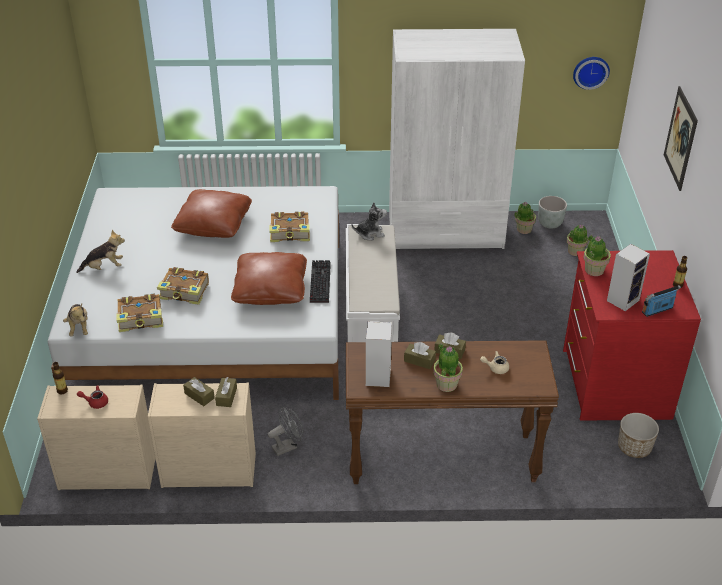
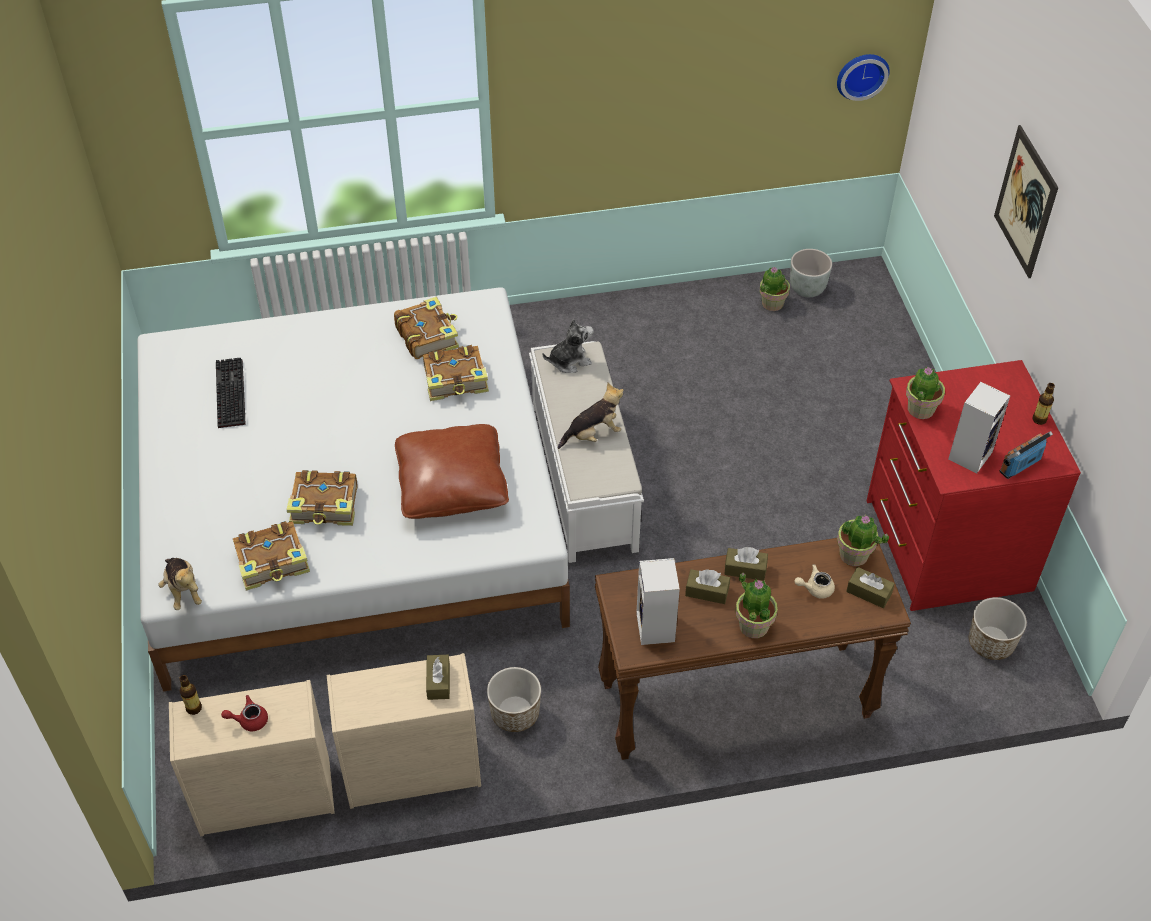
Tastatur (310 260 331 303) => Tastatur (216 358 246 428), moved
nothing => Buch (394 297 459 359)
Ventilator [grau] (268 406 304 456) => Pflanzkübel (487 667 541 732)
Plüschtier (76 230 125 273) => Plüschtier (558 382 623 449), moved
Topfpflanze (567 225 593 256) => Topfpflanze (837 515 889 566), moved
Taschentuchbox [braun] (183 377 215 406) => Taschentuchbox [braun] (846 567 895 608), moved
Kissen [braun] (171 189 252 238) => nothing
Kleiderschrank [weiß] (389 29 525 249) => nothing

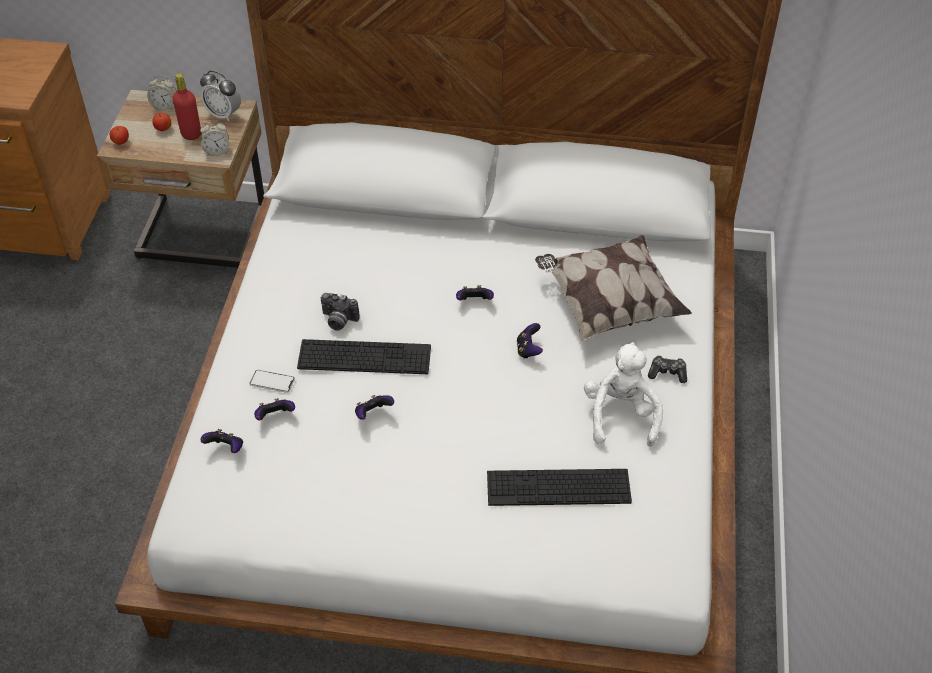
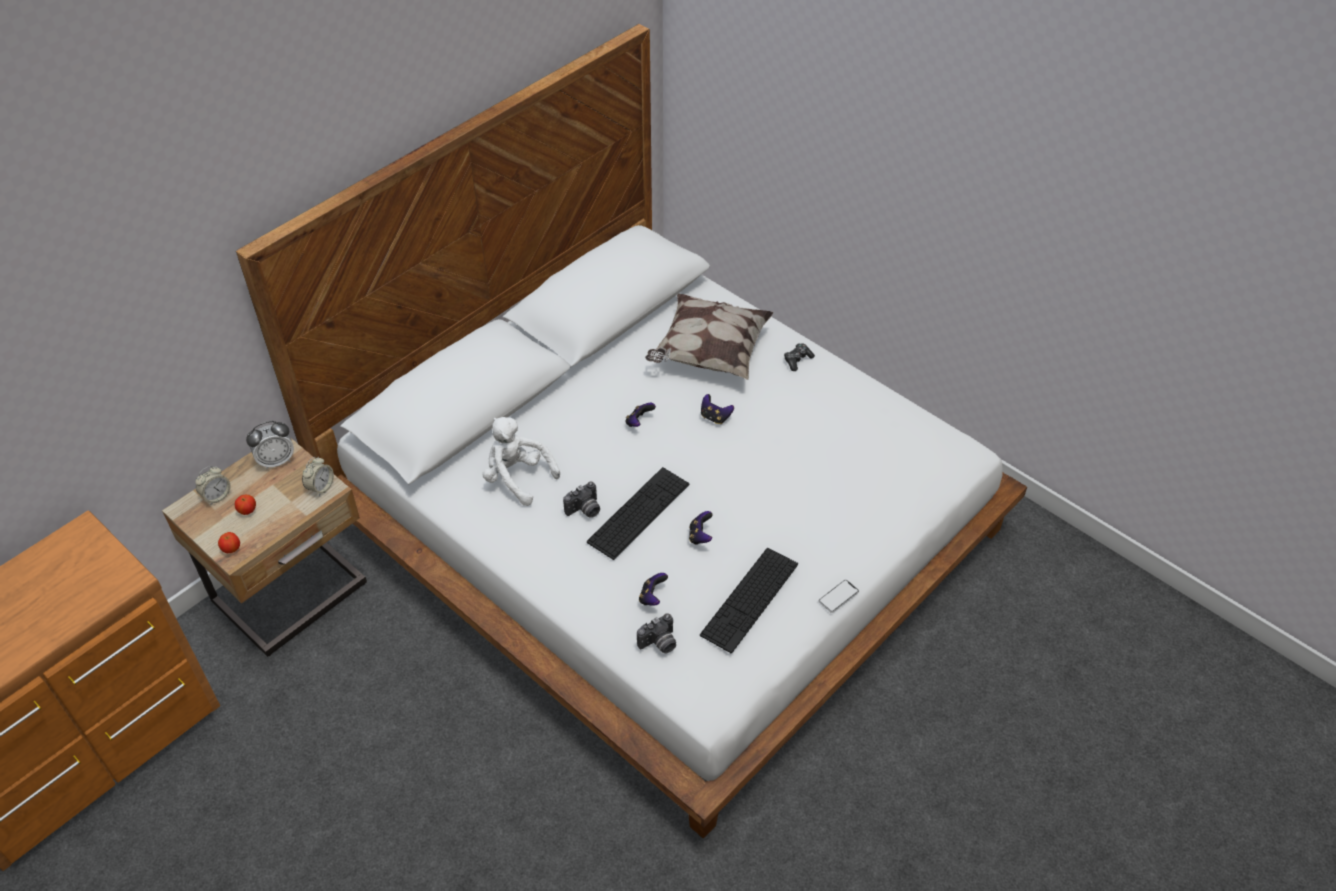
Plüschtier [weiß] (584 342 663 447) => Plüschtier [weiß] (483 417 560 506), moved
Gamepad (201 429 243 453) => Kamera (637 613 676 653)
Tastatur (487 469 632 506) => Tastatur (700 548 798 653), moved
Handy (250 370 295 393) => Handy (819 580 859 613), moved
Flasche [rot] (173 73 201 140) => nothing

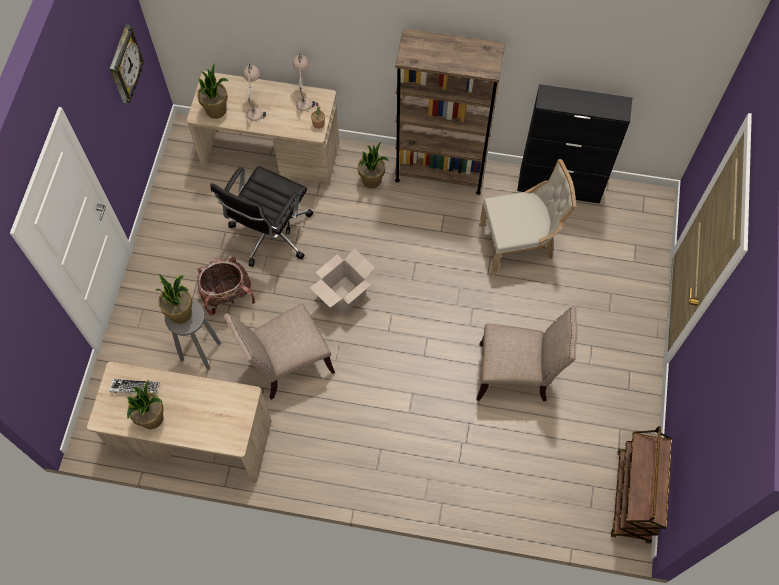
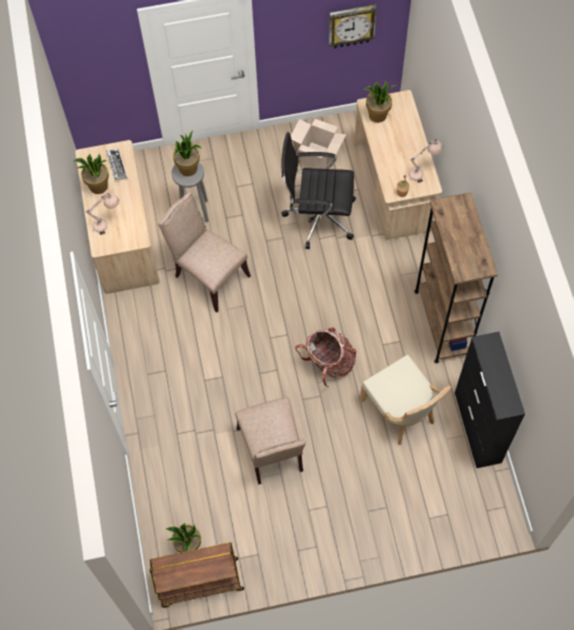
Tischlampe [beige] (243 63 266 122) => Tischlampe [beige] (86 193 119 235), moved
Topfpflanze (358 141 389 188) => Topfpflanze (166 523 201 553), moved
Karton (310 248 375 315) => Karton (291 119 346 169), moved
Rucksack (197 257 255 315) => Rucksack (295 327 357 387), moved

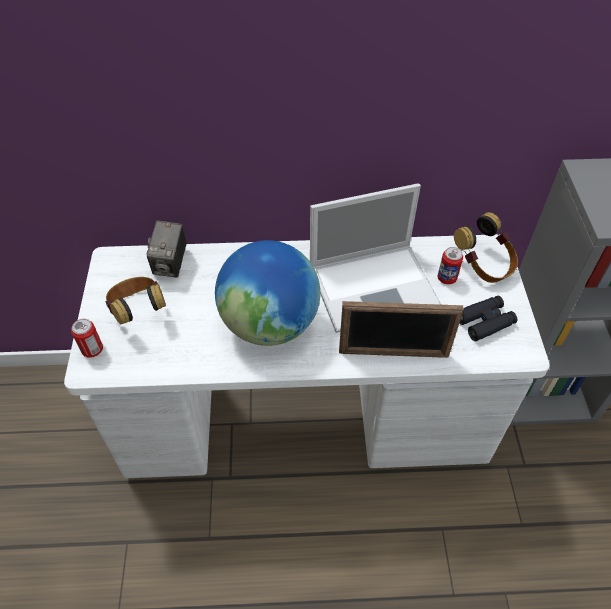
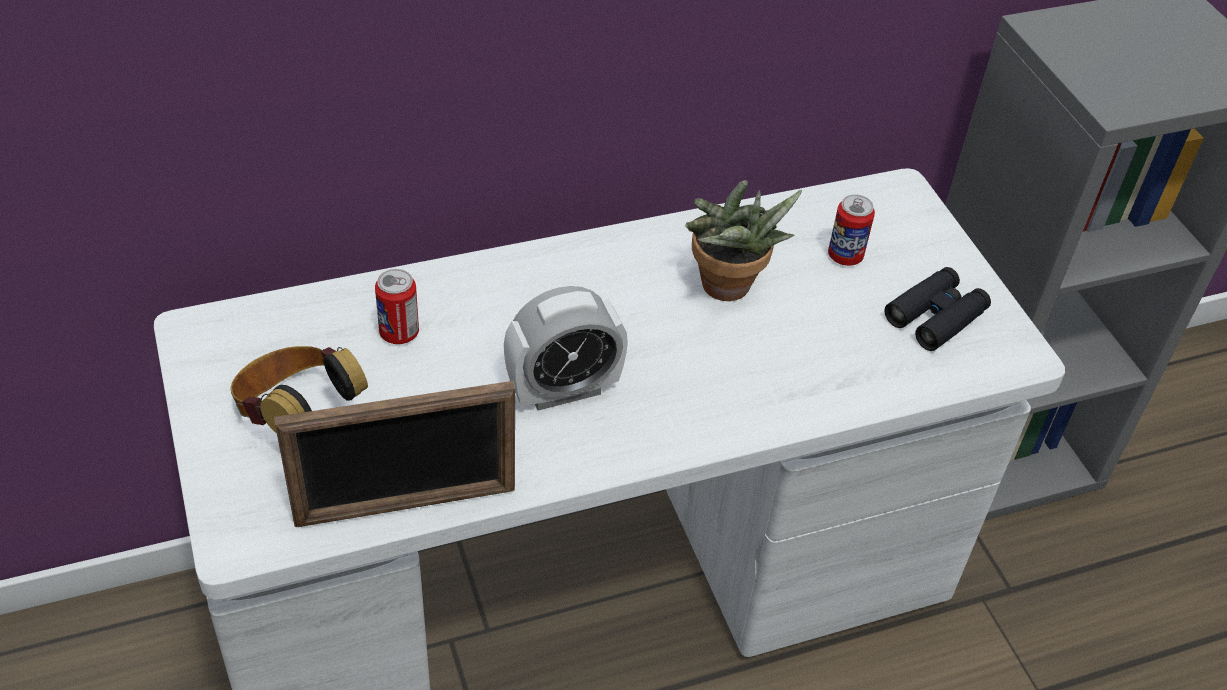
Bilderrahmen (339 301 464 358) => Bilderrahmen (274 381 515 527), moved
Dose (71 319 103 358) => Dose (375 269 419 344), moved
Globus (215 240 320 346) => Wecker (504 286 628 411)
Laptop (310 183 442 333) => Topfpflanze (685 180 802 301)
Kamera (147 221 187 278) => nothing
Kopfhörer (454 212 518 283) => nothing

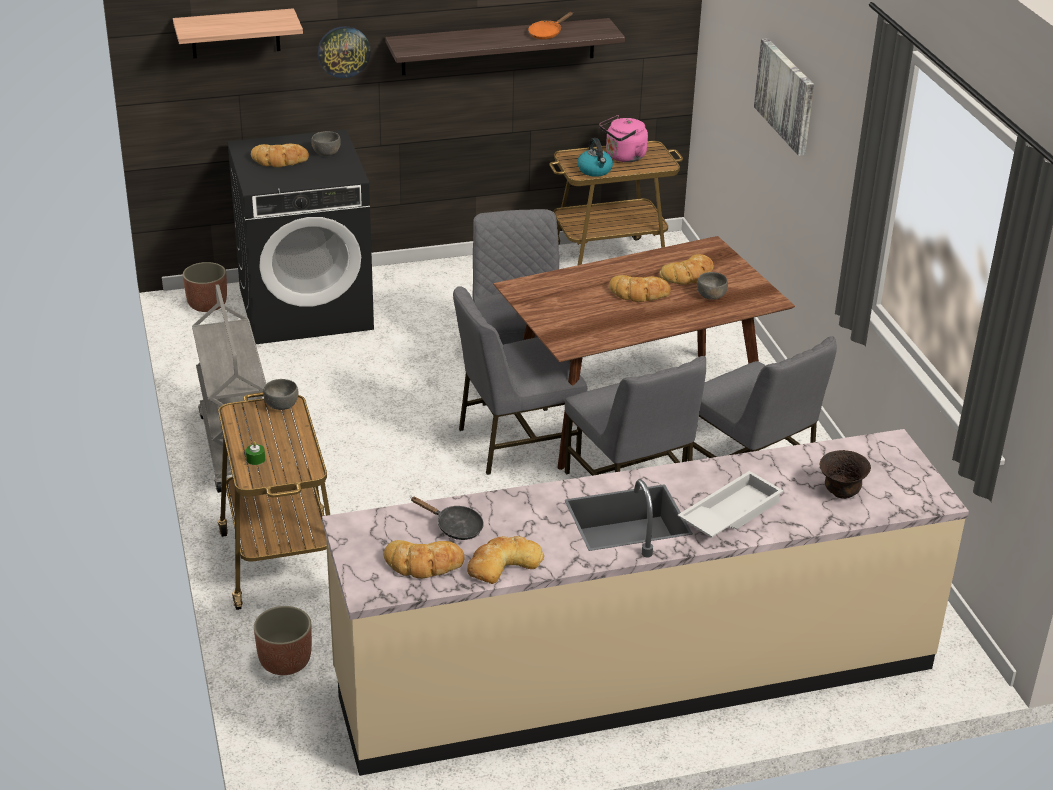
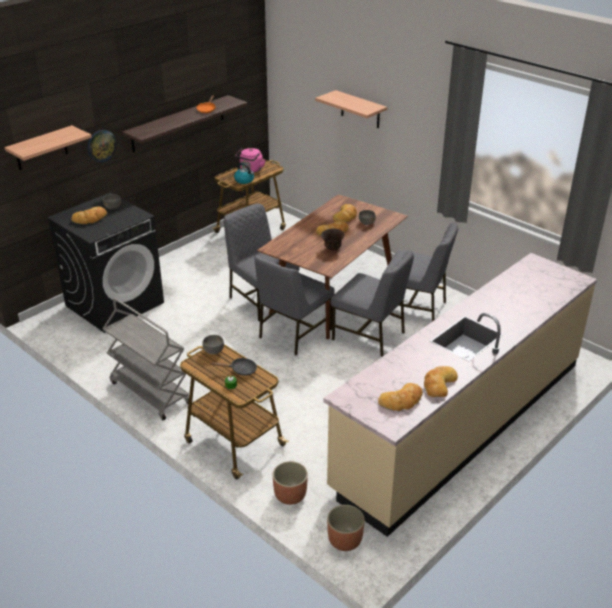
Pfanne [schwarz] (411 497 484 540) => Pfanne [schwarz] (212 358 257 376), moved
Bild (754 38 814 156) => Wandregal (315 90 387 128)
Schüssel [braun] (820 450 871 499) => Schüssel [braun] (321 228 345 251), moved
Pflanzkübel (183 262 227 312) => Pflanzkübel (327 505 365 551), moved
Tablett [weiß] (678 471 783 538) => nothing

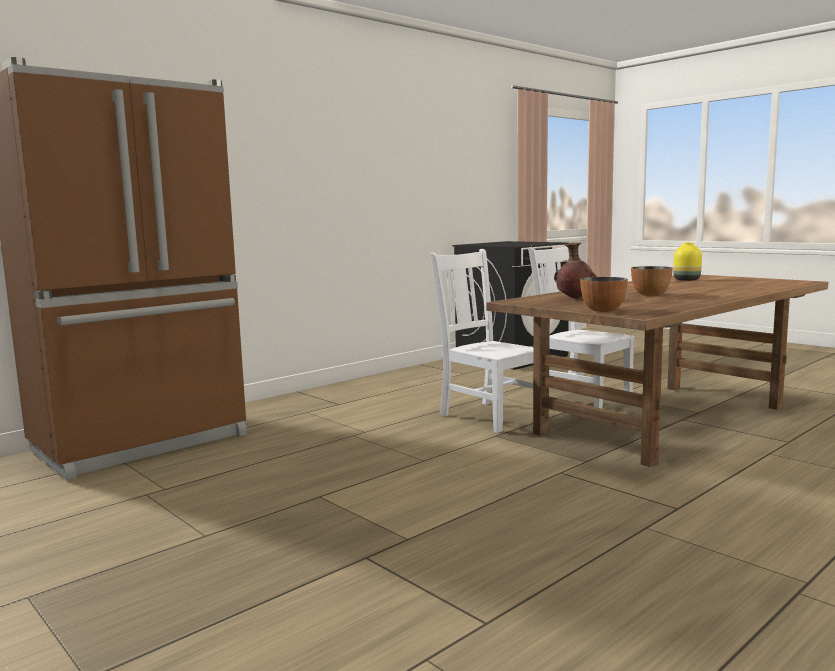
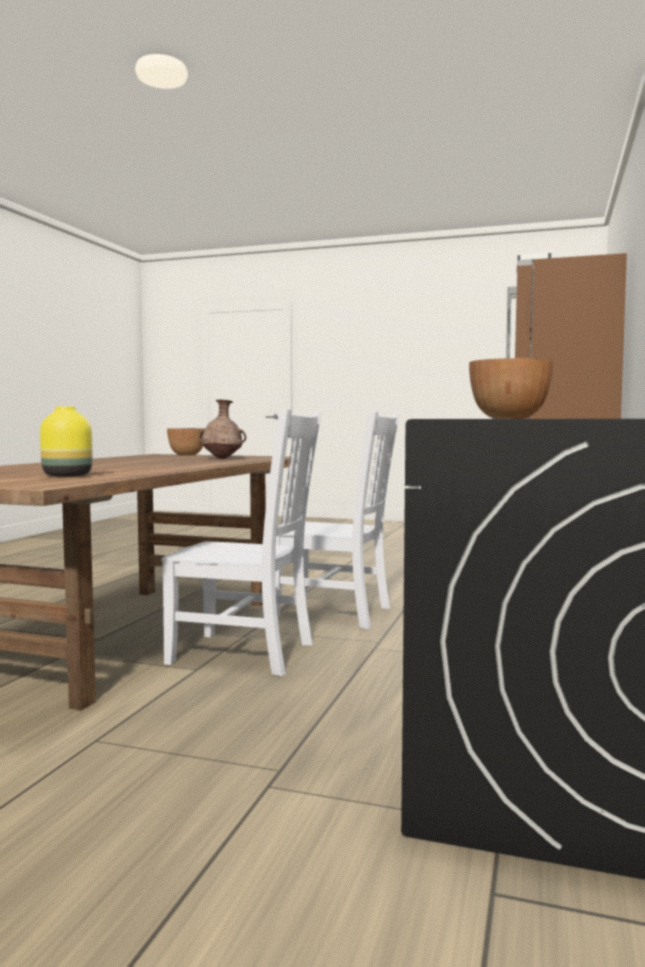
Schüssel (631 266 673 296) => Schüssel (469 358 553 419), moved

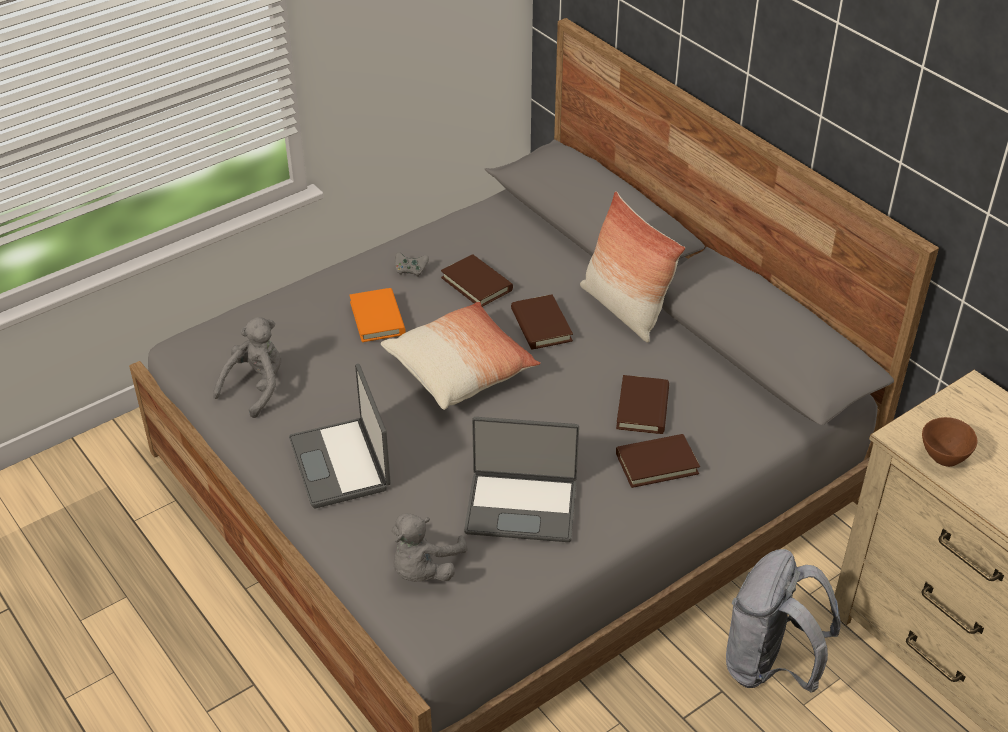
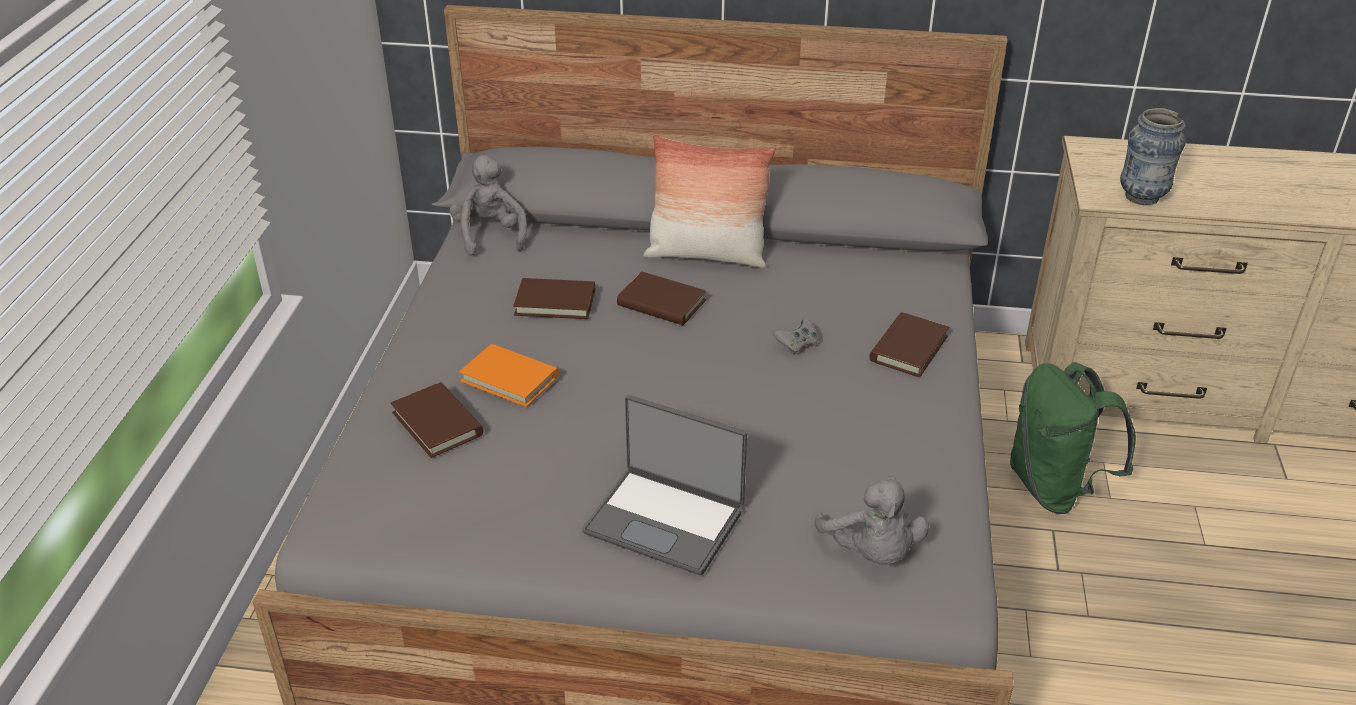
Buch [braun] (616 375 669 434) => Buch [braun] (391 382 483 458), moved
Plüschtier [grau] (213 317 282 418) => Plüschtier [grau] (450 155 527 256), moved
Gamepad [grau] (395 252 429 277) => Gamepad [grau] (773 318 818 354), moved
Rucksack [grau] (726 549 841 693) => Rucksack [grün] (1010 362 1136 514)
Schüssel [braun] (922 417 978 467) => Vase (1120 108 1186 205)
Kissen (381 302 541 410) => nothing
Laptop (464 417 579 542) => nothing

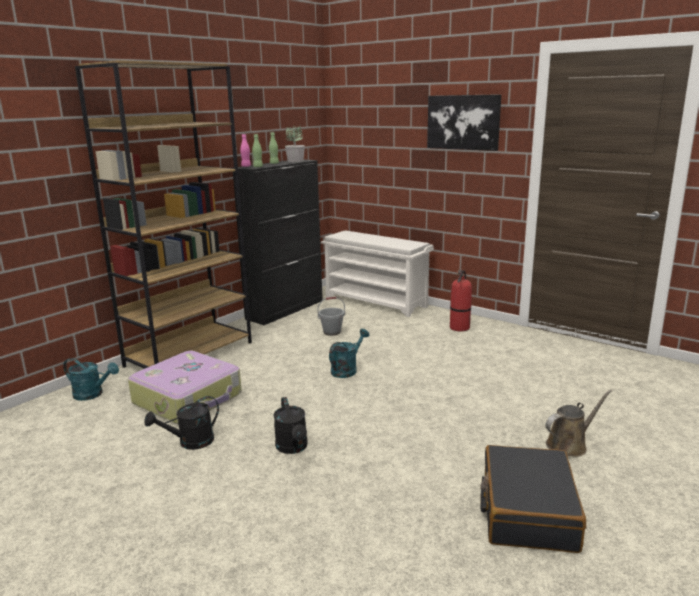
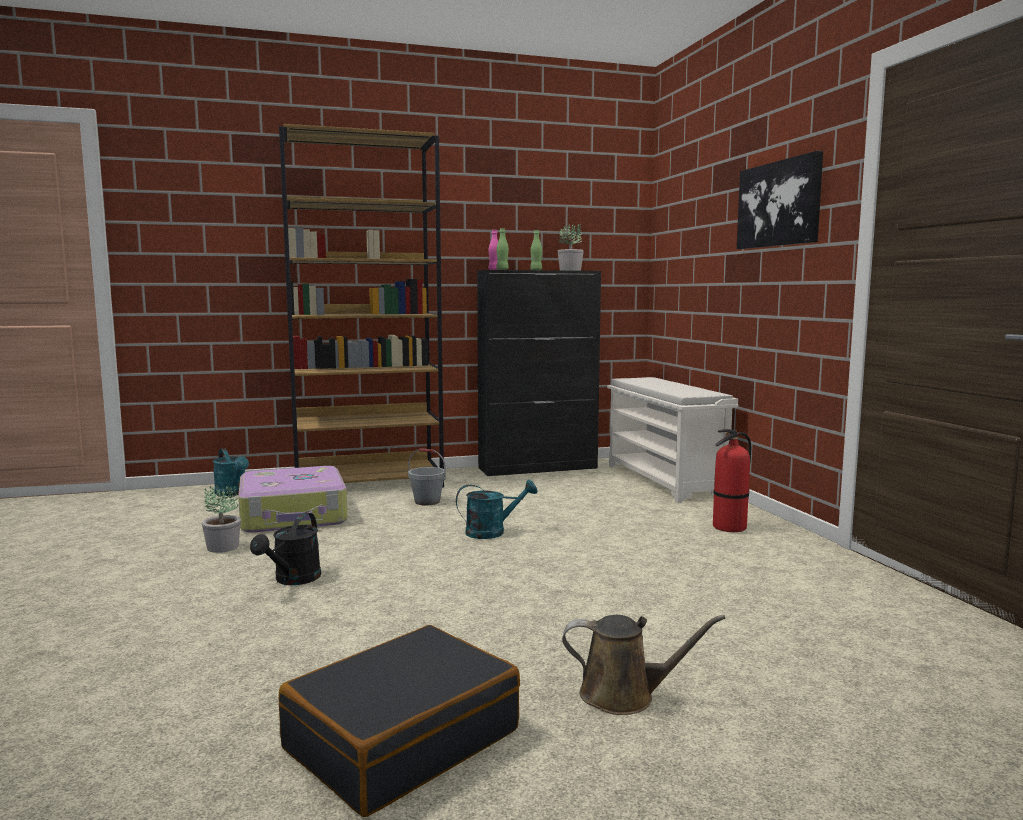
Gießkanne [schwarz] (144 396 219 450) => Topfpflanze (202 485 241 553)
Eimer [grau] (317 297 345 336) => Eimer [grau] (408 448 446 506), moved

